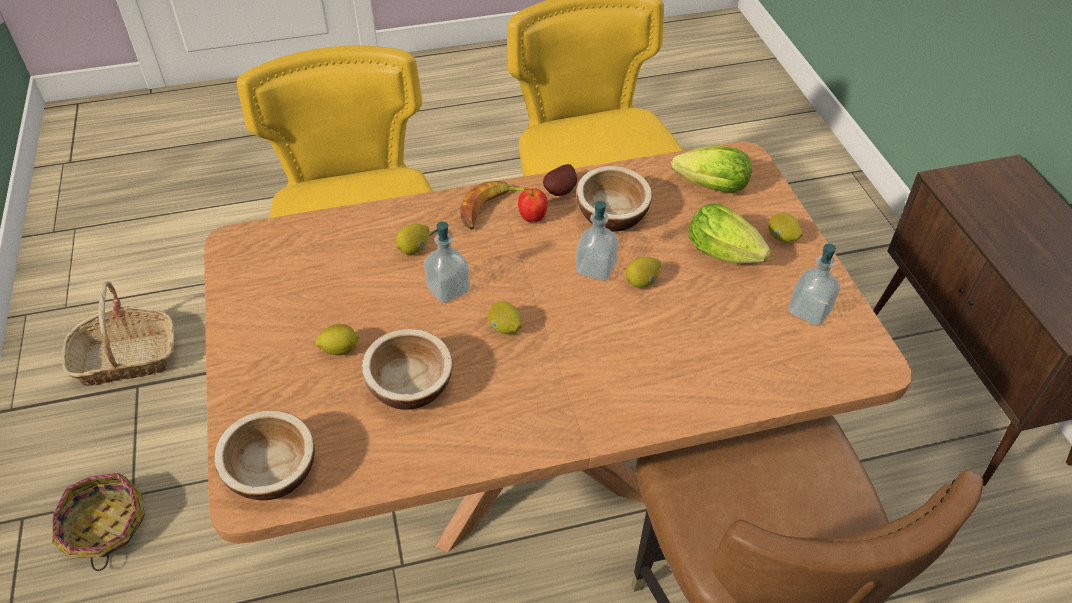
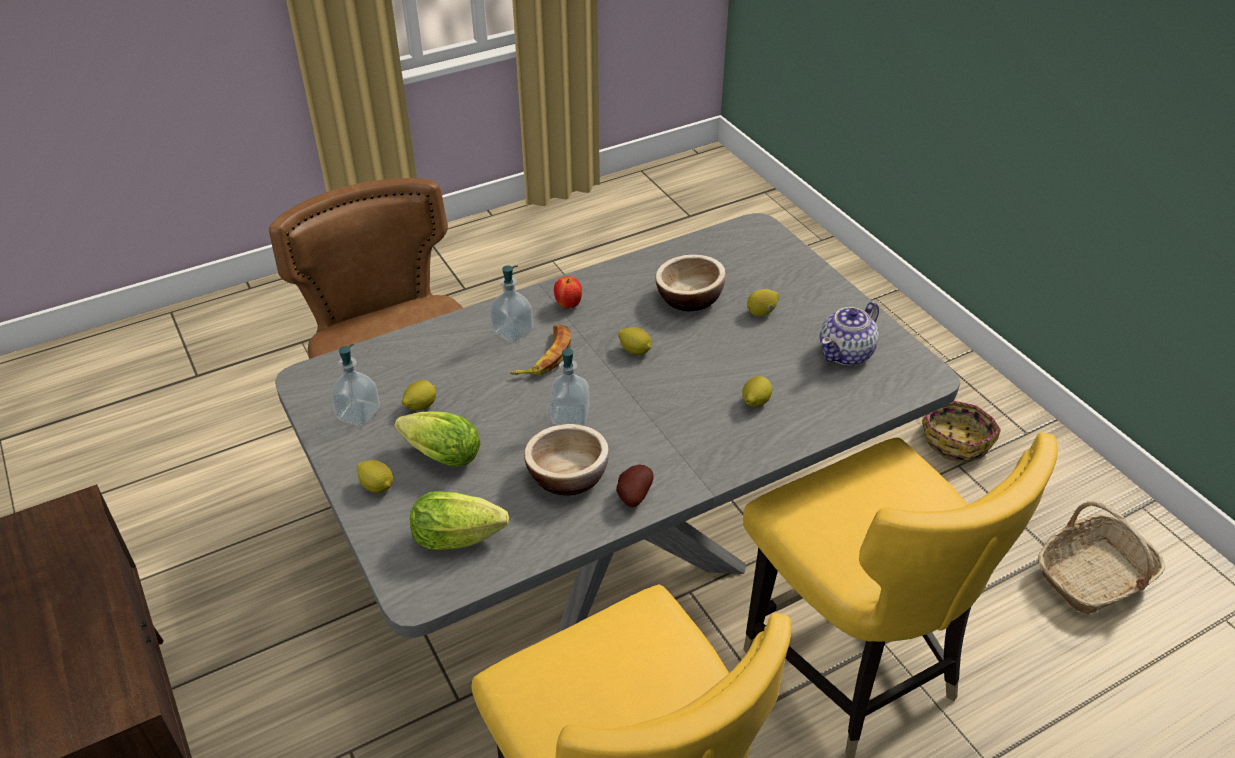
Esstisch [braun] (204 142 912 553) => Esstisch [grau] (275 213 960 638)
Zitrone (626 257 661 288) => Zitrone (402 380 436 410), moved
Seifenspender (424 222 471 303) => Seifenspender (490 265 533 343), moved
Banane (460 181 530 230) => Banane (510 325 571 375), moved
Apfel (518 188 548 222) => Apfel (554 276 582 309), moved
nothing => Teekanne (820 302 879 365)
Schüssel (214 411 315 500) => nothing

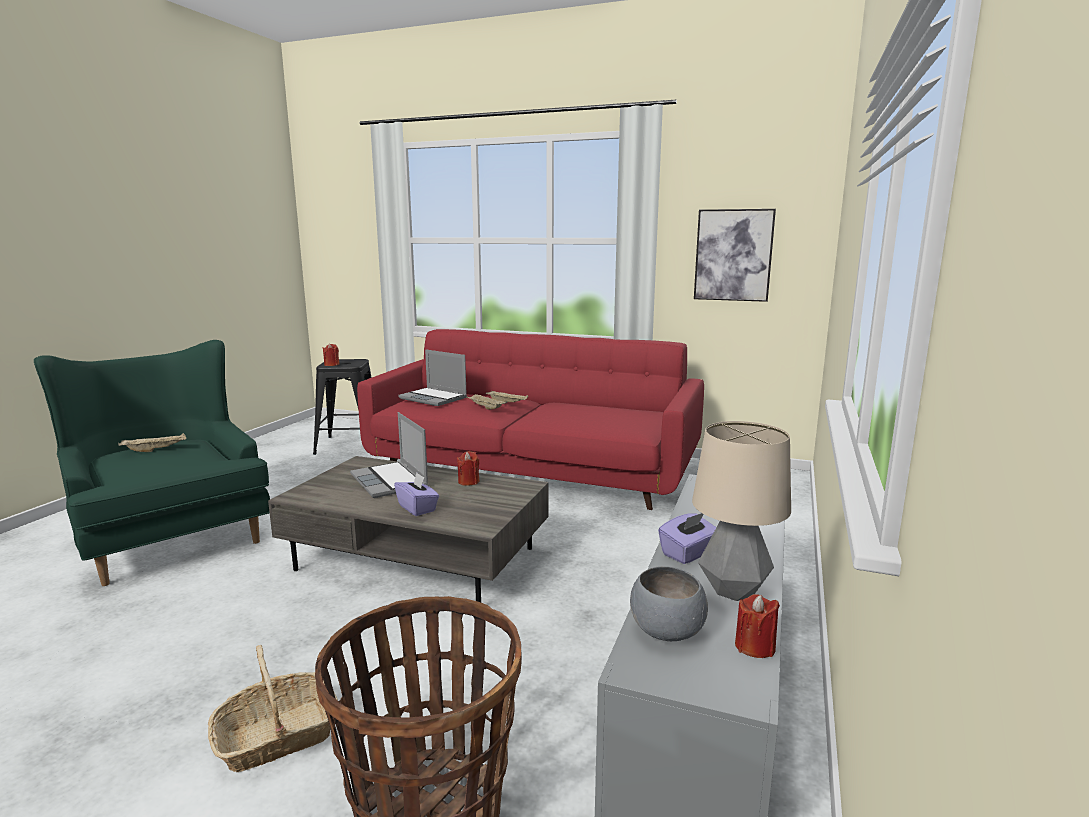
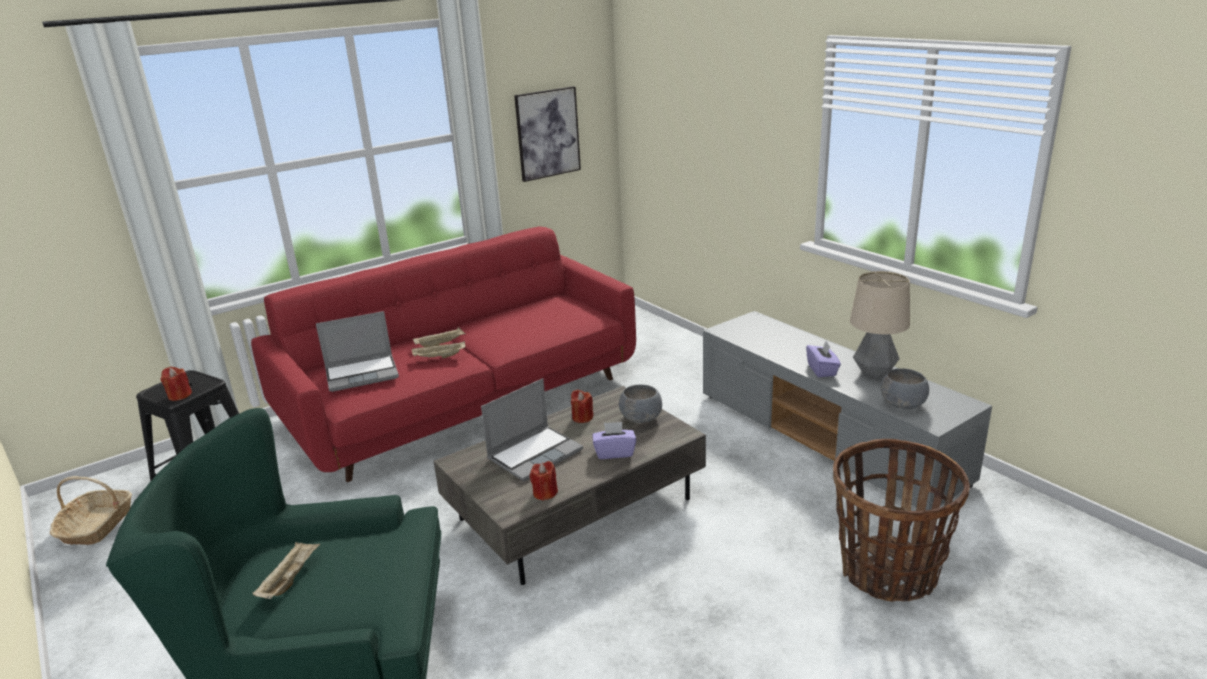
Korb (208 645 338 772) => Korb (50 476 132 545), moved
Laptop (350 412 428 498) => Laptop (481 378 583 481), 45 degrees counterclockwise
Kerze [rot] (735 594 780 658) => Kerze [rot] (530 461 558 501), moved
nothing => Schüssel [grau] (619 385 662 423)

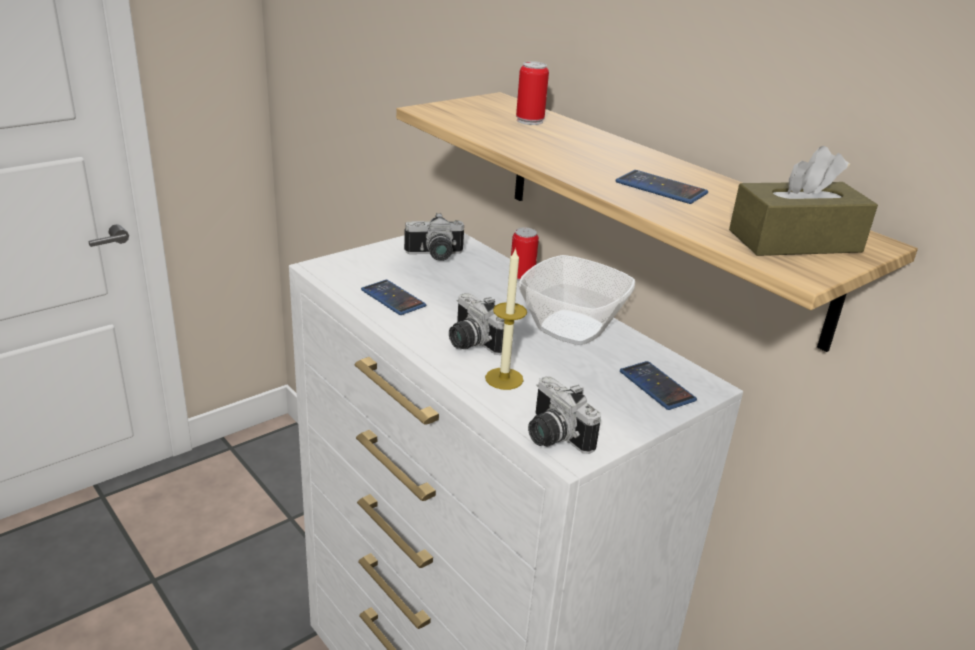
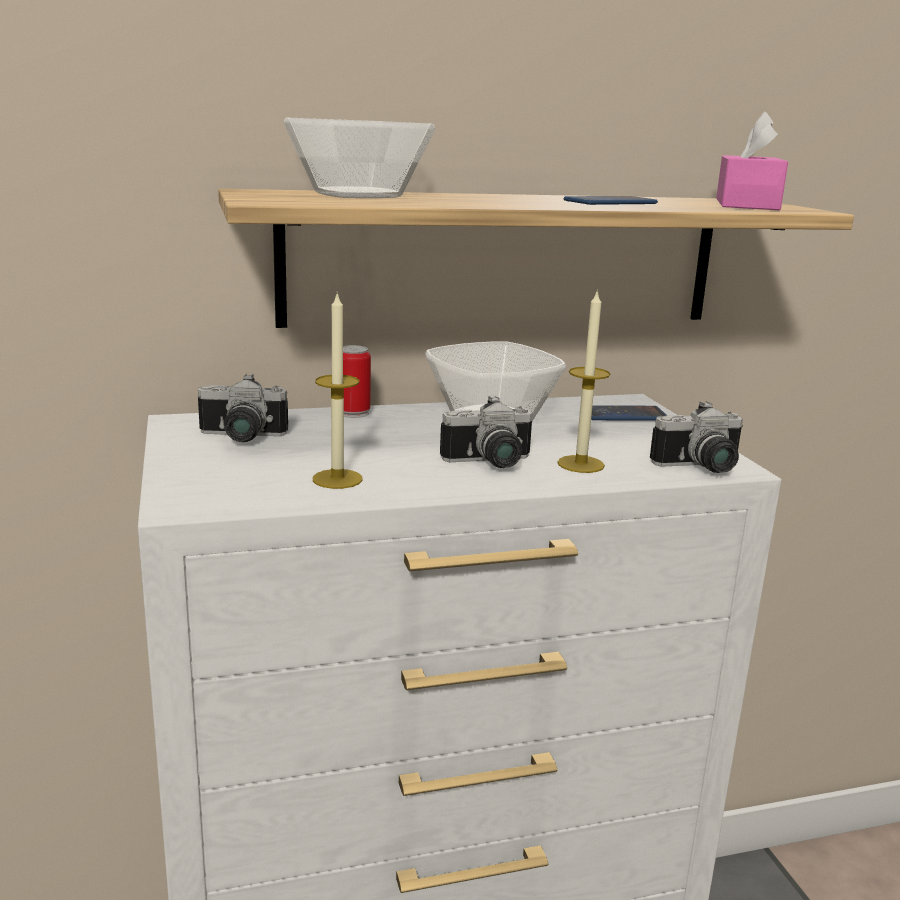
Kamera (404 213 464 261) => Kamera (198 374 288 442), 75 degrees clockwise
Dose (516 61 549 125) => Schüssel (284 117 435 198)
Handy (361 280 426 315) => Kerze (313 293 363 489)
Taschentuchbox [braun] (729 146 878 256) => Taschentuchbox [rosa] (716 111 788 210)

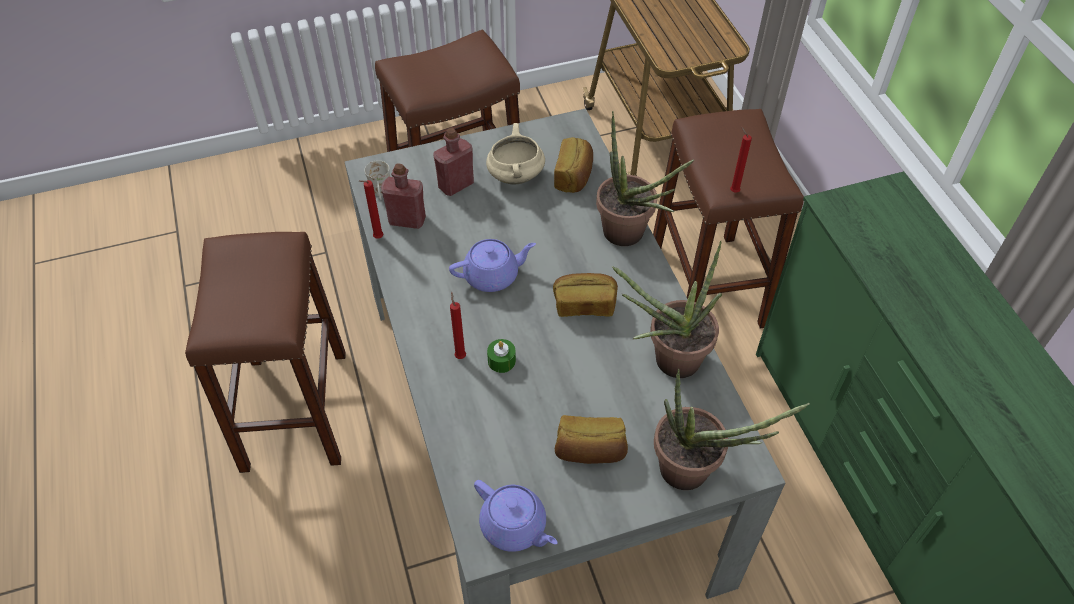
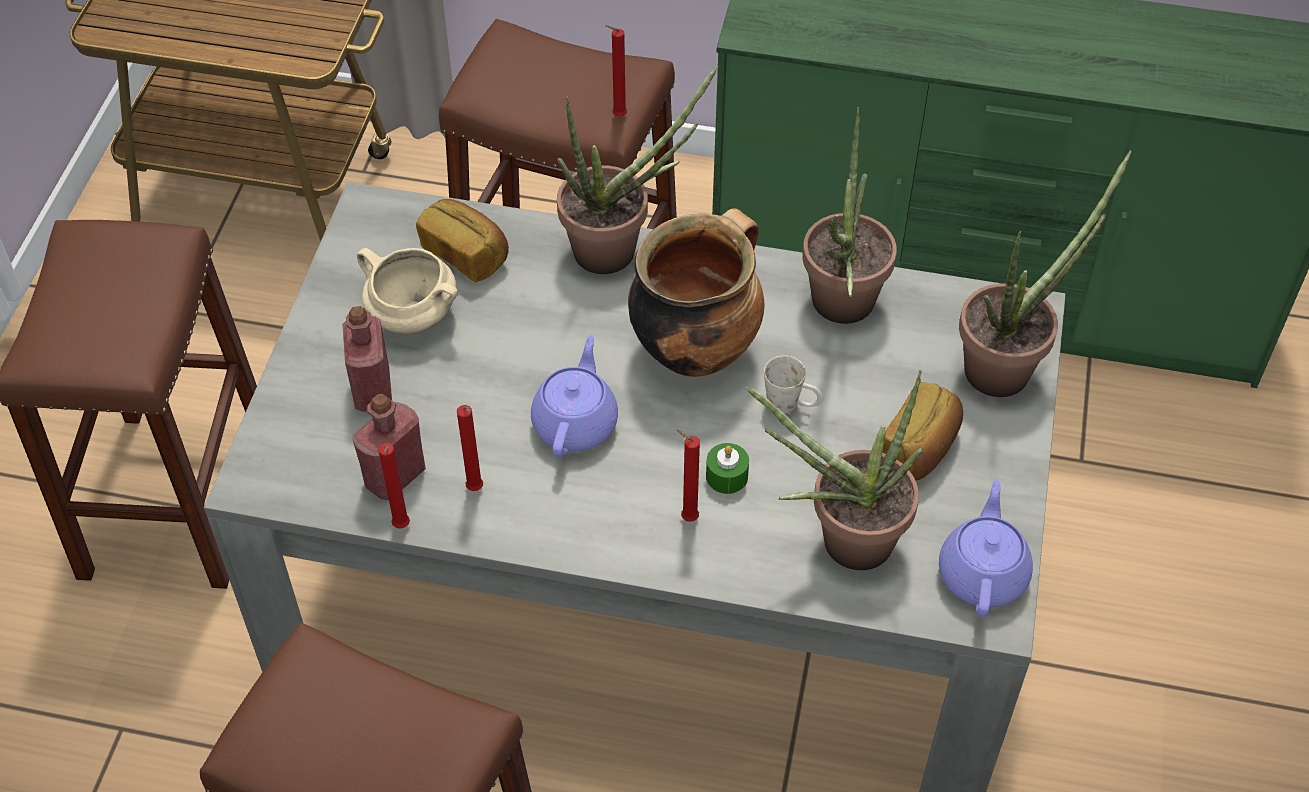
nothing => Kerze [rot] (457 405 483 491)
Brot (553 273 618 317) => Kochtopf (628 208 765 377)
nothing => Topfpflanze (746 370 924 570)
Henkelbecher [weiß] (365 160 390 200) => Henkelbecher [weiß] (764 356 823 414), moved
Teekanne [lila] (474 480 558 552) => Teekanne [lila] (939 480 1033 617), 60 degrees counterclockwise

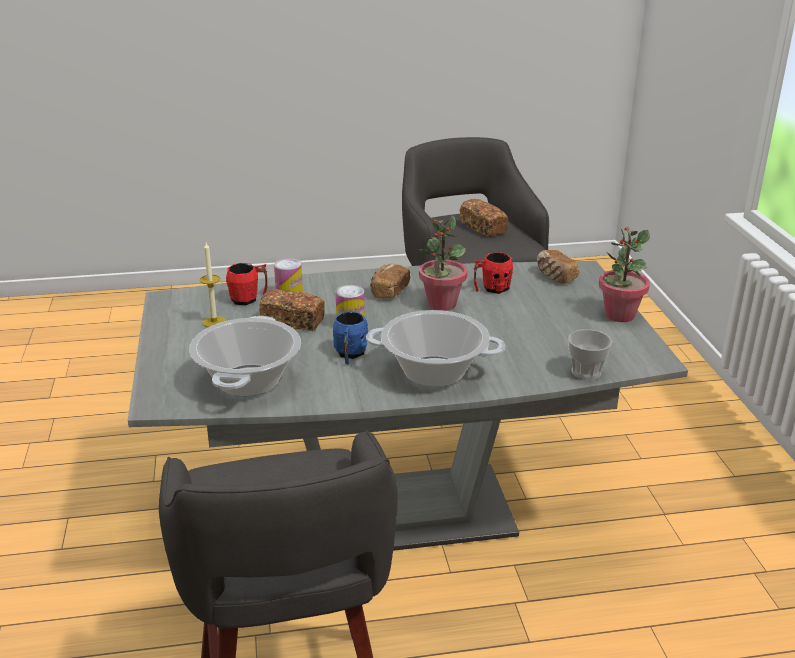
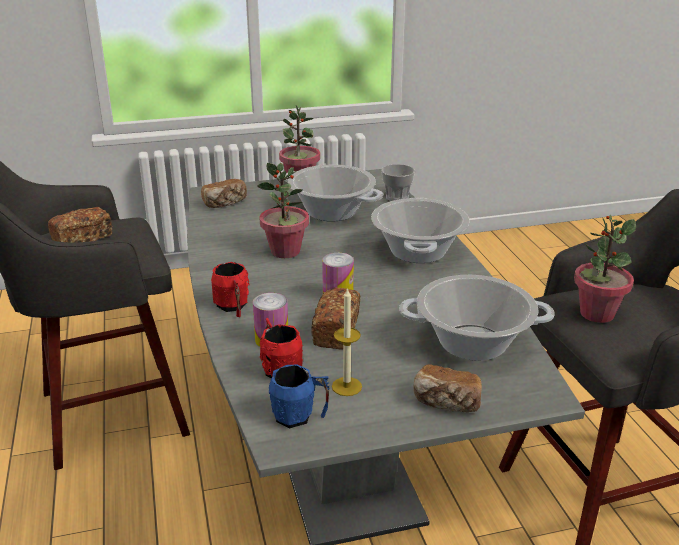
Henkelbecher [rot] (474 252 513 294) => Henkelbecher [rot] (211 262 250 317), moved
Henkelbecher [blau] (333 312 368 365) => Henkelbecher [blau] (269 365 330 429), moved
nothing => Kochtopf (284 165 383 222)
Brot (370 263 410 298) => Brot (413 364 482 412), moved
nothing => Topfpflanze (574 215 636 323)

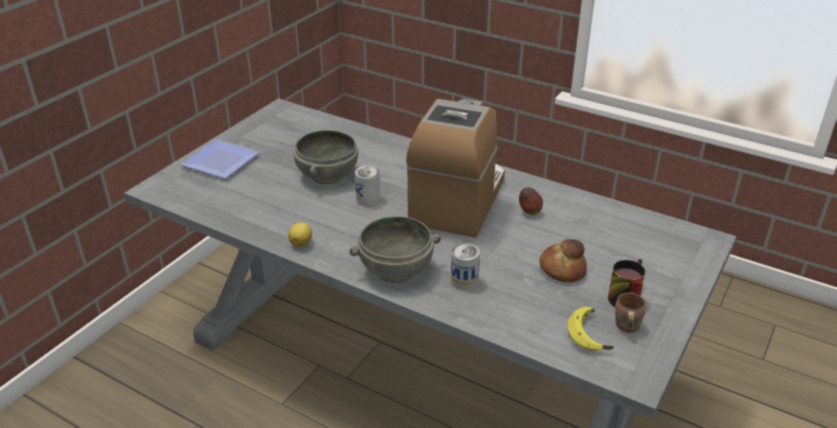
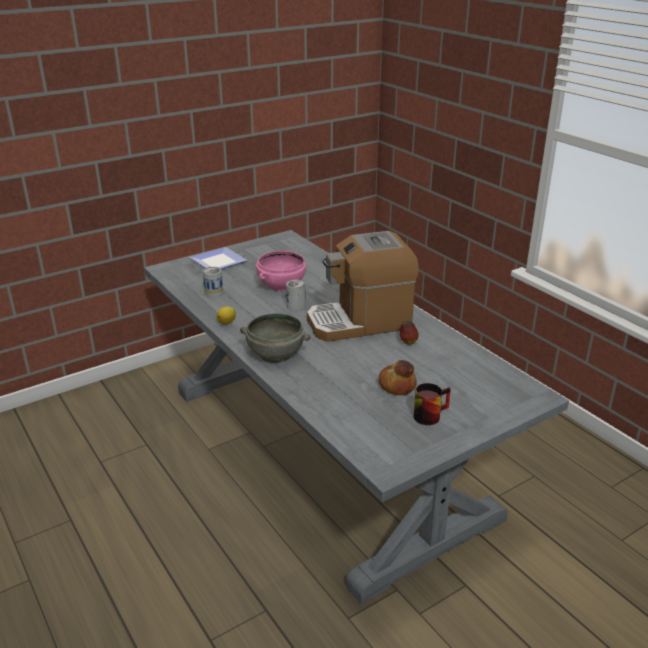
Dose (451 243 480 290) => Dose (203 267 223 297), moved
Schüssel [grau] (293 130 358 184) => Schüssel [rosa] (256 251 306 291)
Kaffeemaschine (406 99 505 238) => Kaffeemaschine (307 231 419 342), 150 degrees counterclockwise
Banane (568 307 614 351) => nothing
Henkelbecher [braun] (615 292 646 333) => nothing

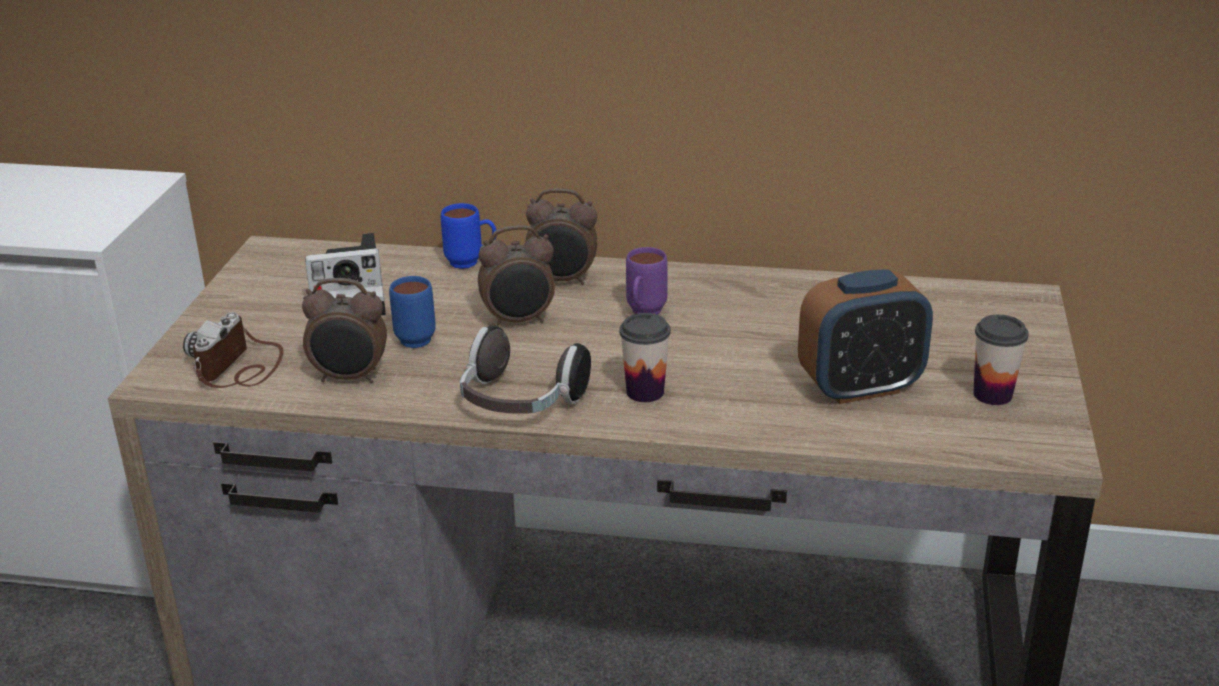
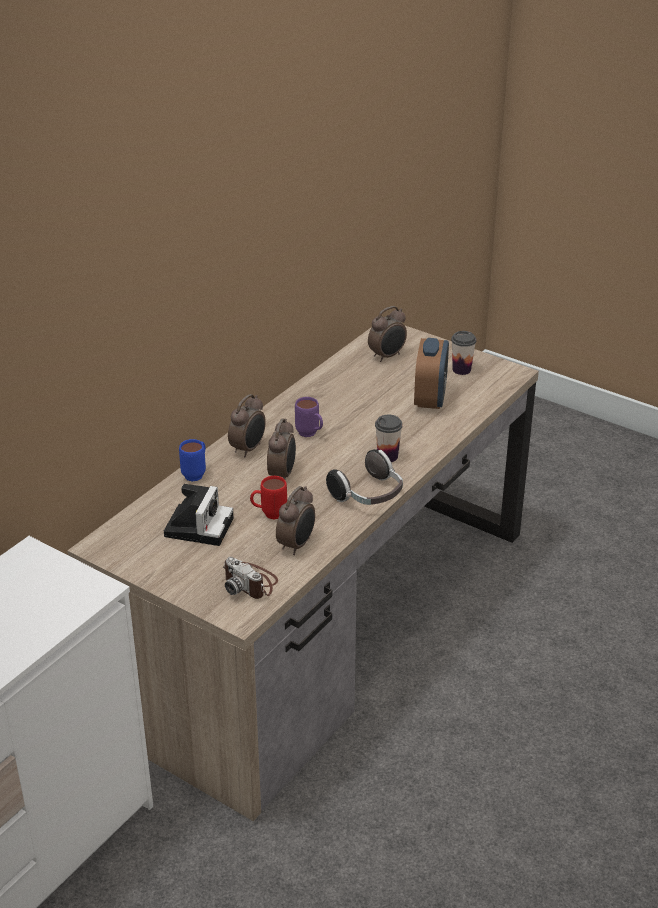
Henkelbecher [blau] (389 276 436 348) => Henkelbecher [rot] (250 476 287 519)
nothing => Wecker (368 306 407 362)

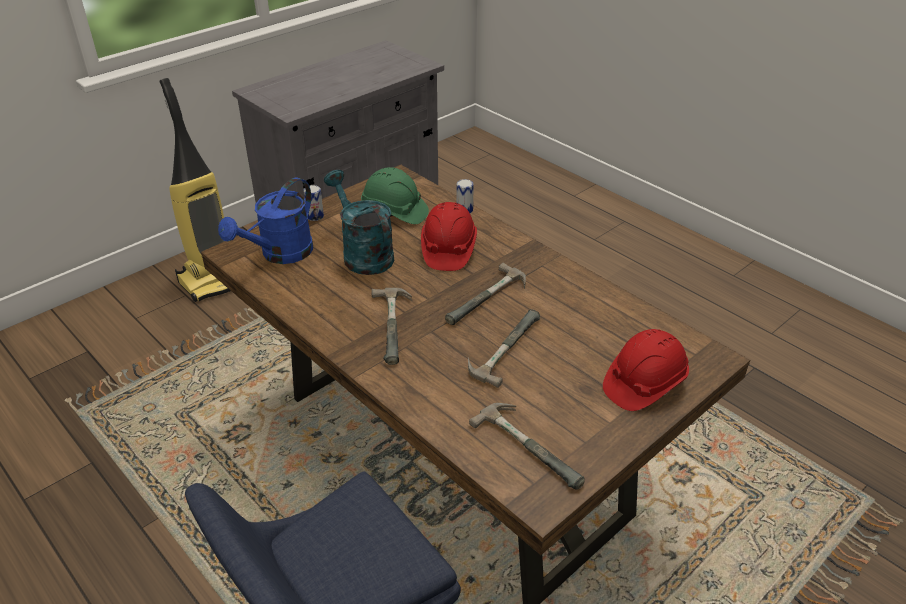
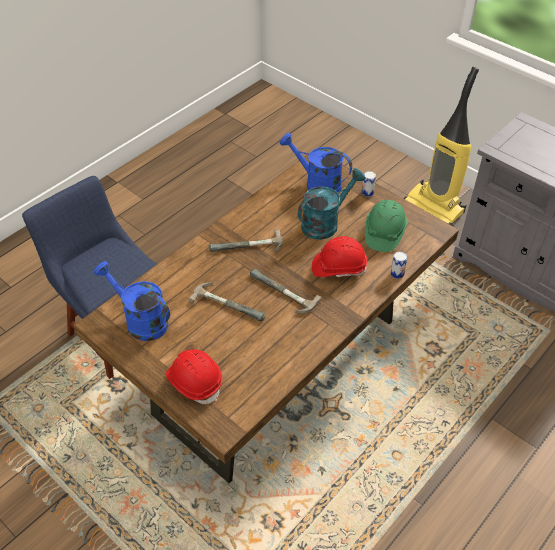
Hammer (469 403 585 489) => Gießkanne [blau] (94 261 170 341)

